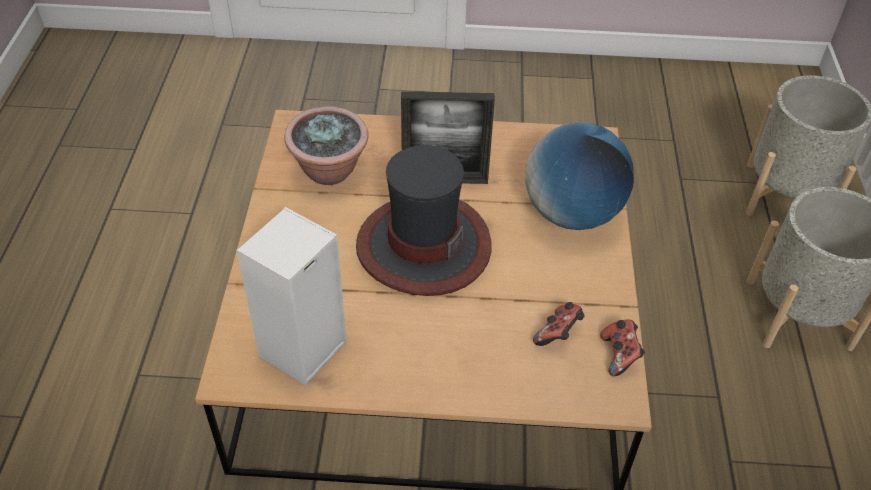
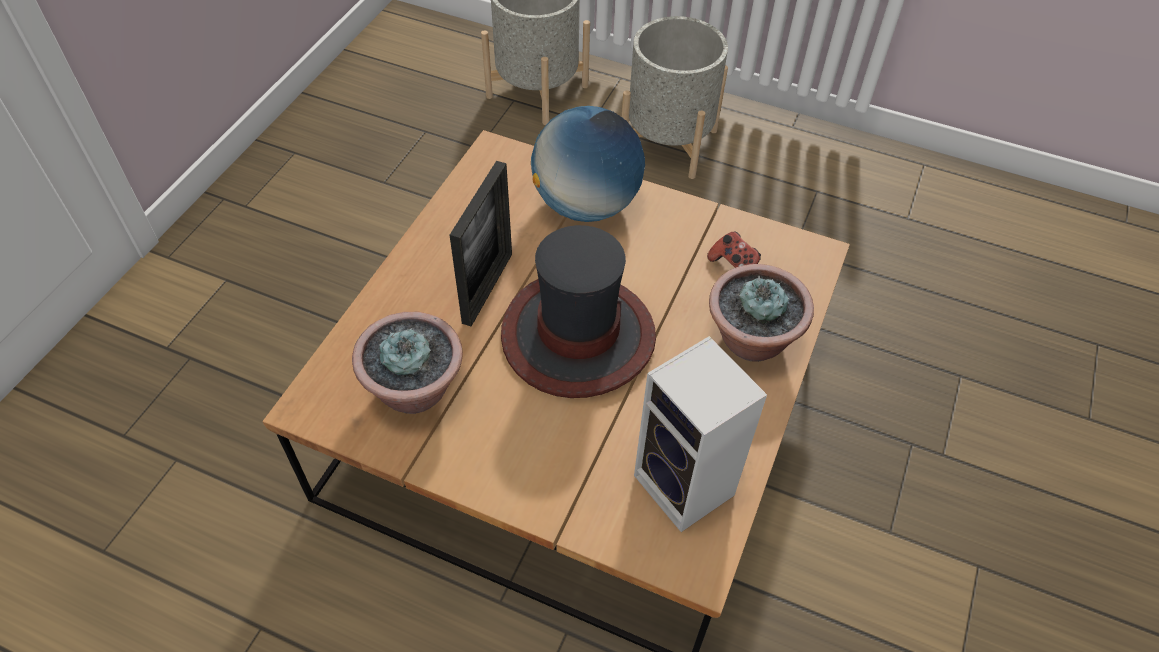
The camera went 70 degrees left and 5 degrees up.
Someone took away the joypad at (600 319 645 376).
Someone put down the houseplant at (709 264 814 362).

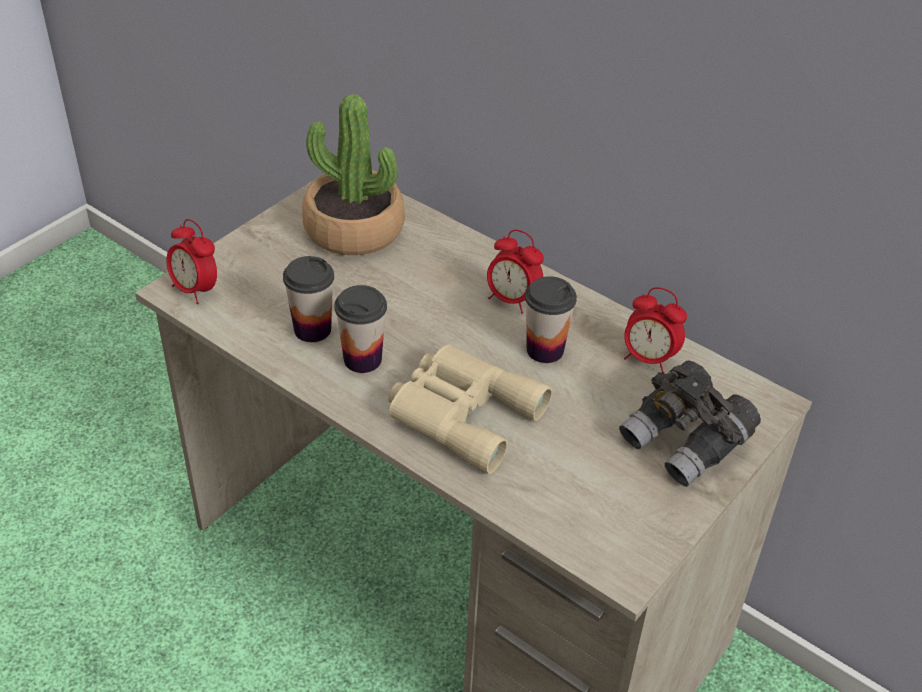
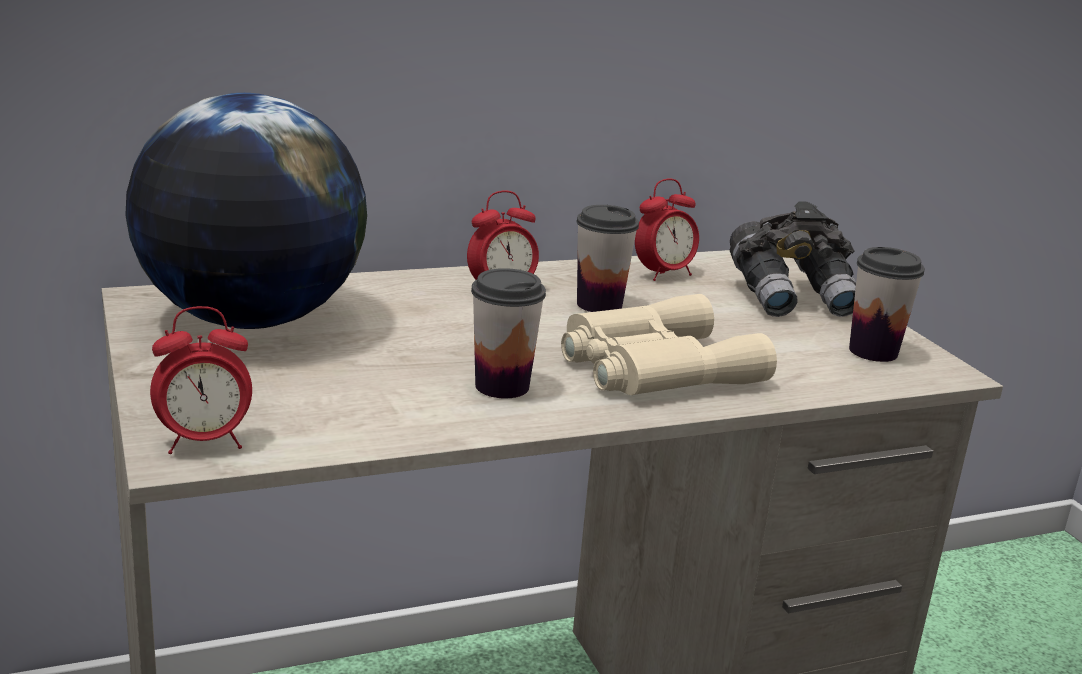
The camera went 60 degrees left and 20 degrees down.
Someone carried the drinking cup from (283 256 334 342) to (849 247 925 362).
Someone swapped the houseplant at (302 94 405 255) for the desk globe at (125 93 367 329).

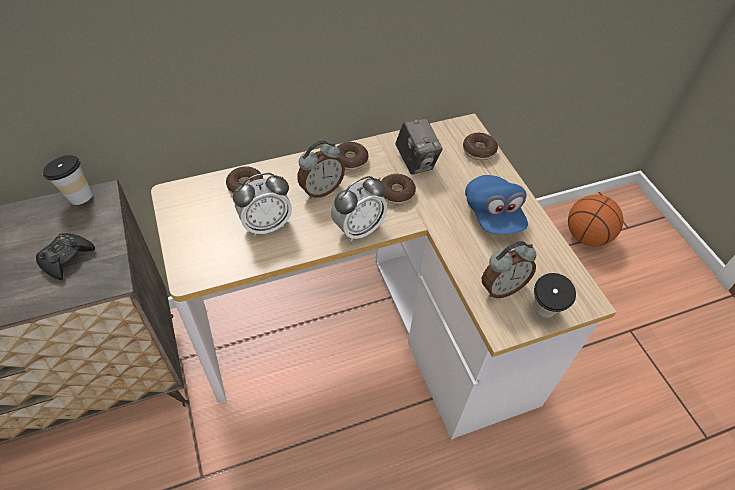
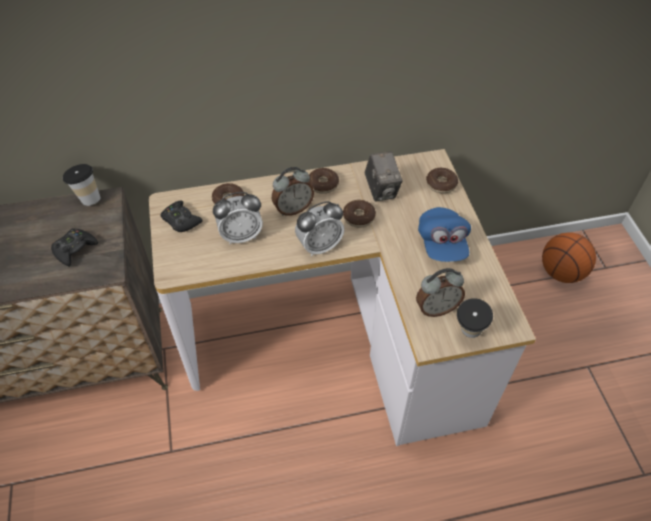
The camera went 10 degrees right and 0 degrees up.
Someone put down the blackish joypad at (161 201 202 232).

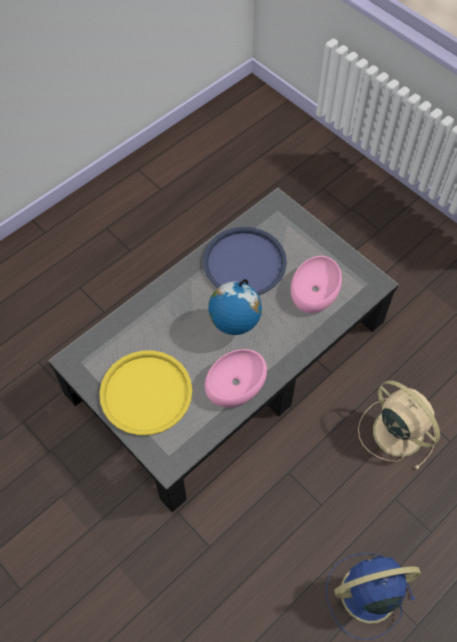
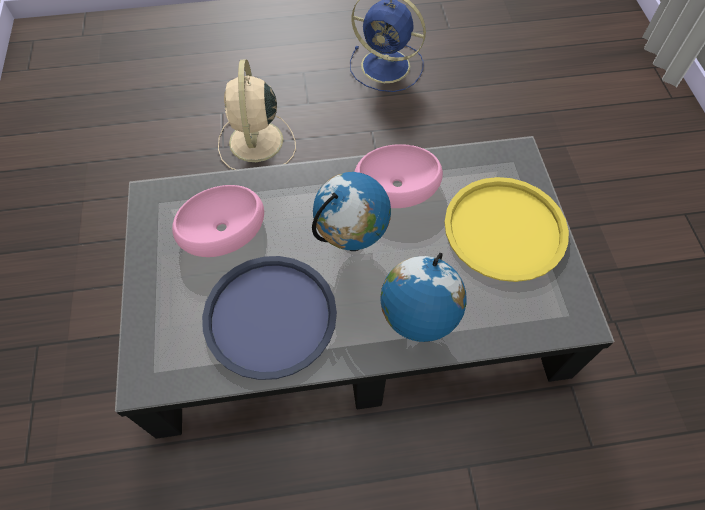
The camera went 145 degrees left and 0 degrees up.
Someone put down the desk globe at (380 253 467 342).

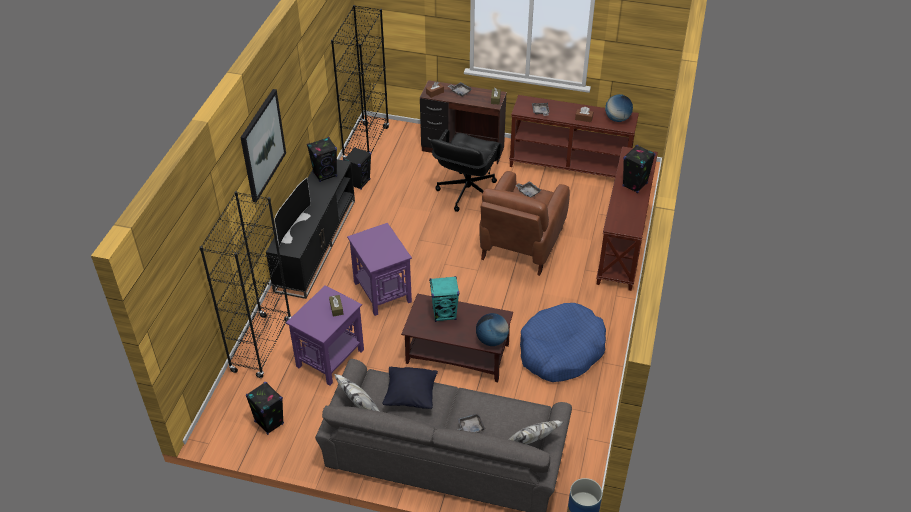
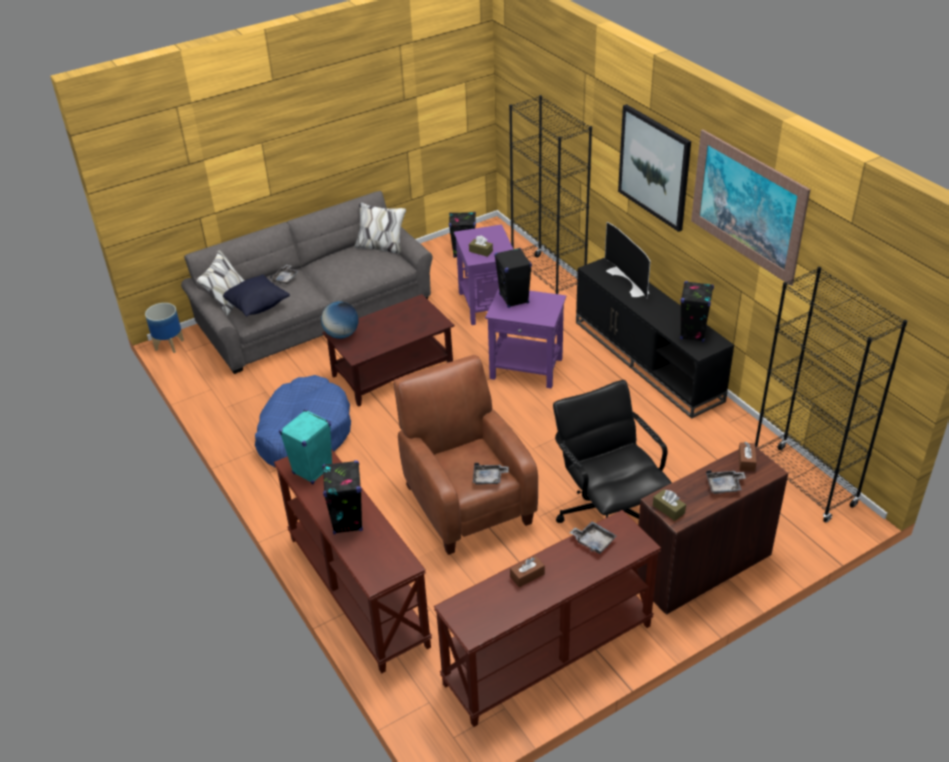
The camera went 135 degrees right and 5 degrees down.
Someone took away the desk globe at (605 94 633 122).
Someone put up the wall art at (691 130 811 286).
Someone carried the blackish speaker from (343 147 371 190) to (494 248 532 308).
Someone carried the blackish throw pillow from (383 367 438 409) to (223 274 290 316).
Someone carried the turquoise speaker from (429 276 459 322) to (279 409 333 484).

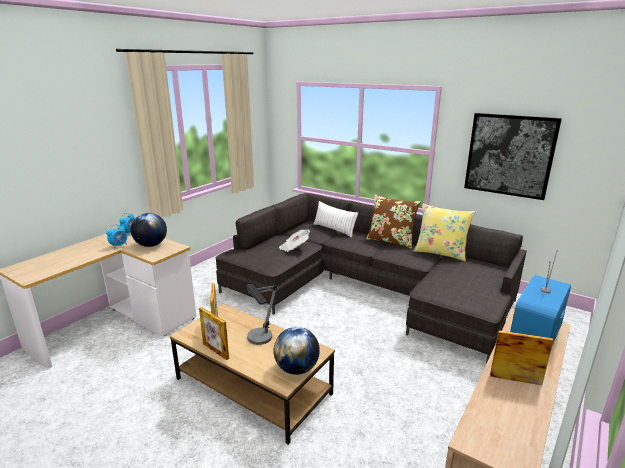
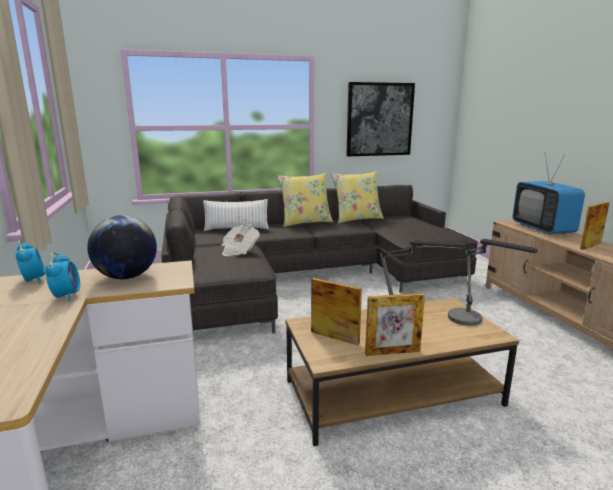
The camera went 50 degrees left and 5 degrees down.
Someone swapped the desk globe at (274 327 320 375) for the lamp for a table at (448 239 538 326).
Someone repainted the brown-coloured throw pillow at (366 194 421 249), which became the yellow-coloured throw pillow at (277 173 333 227).

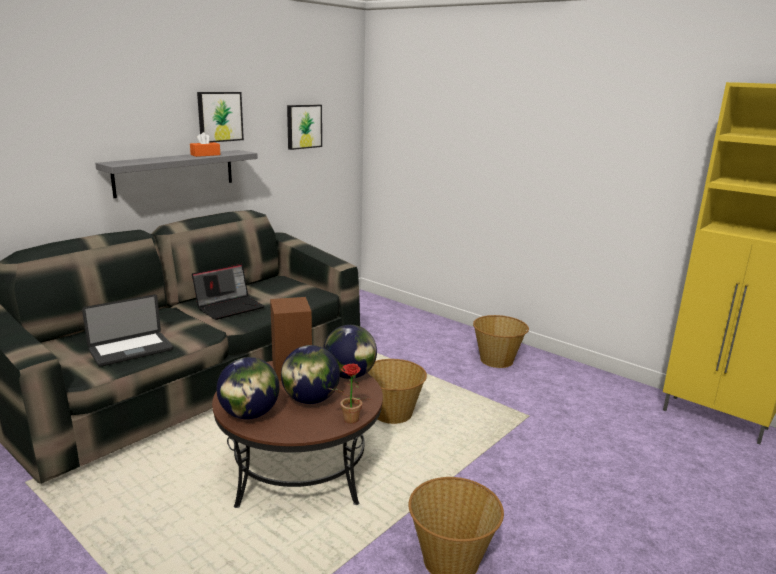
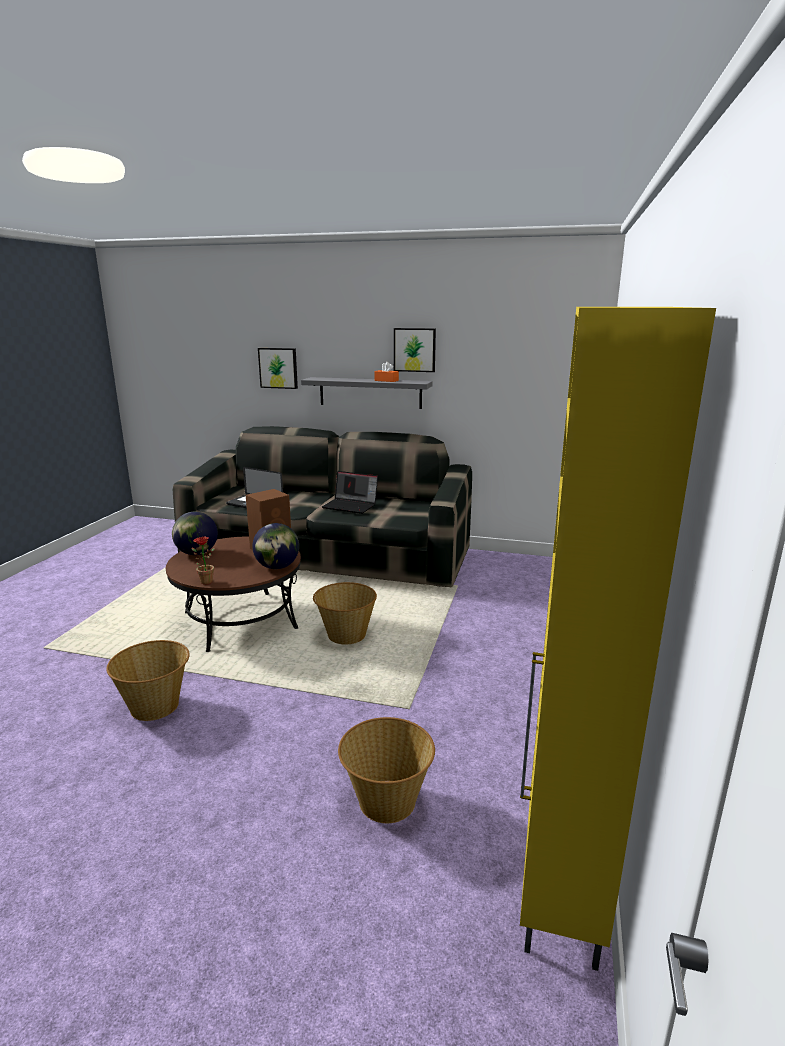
The camera went 65 degrees right and 0 degrees up.
Someone took away the desk globe at (281 345 340 404).
Someone carried the wall art from (287 104 322 150) to (258 348 298 389).
Someone carried the storage basket from (473 315 529 368) to (338 717 435 823).

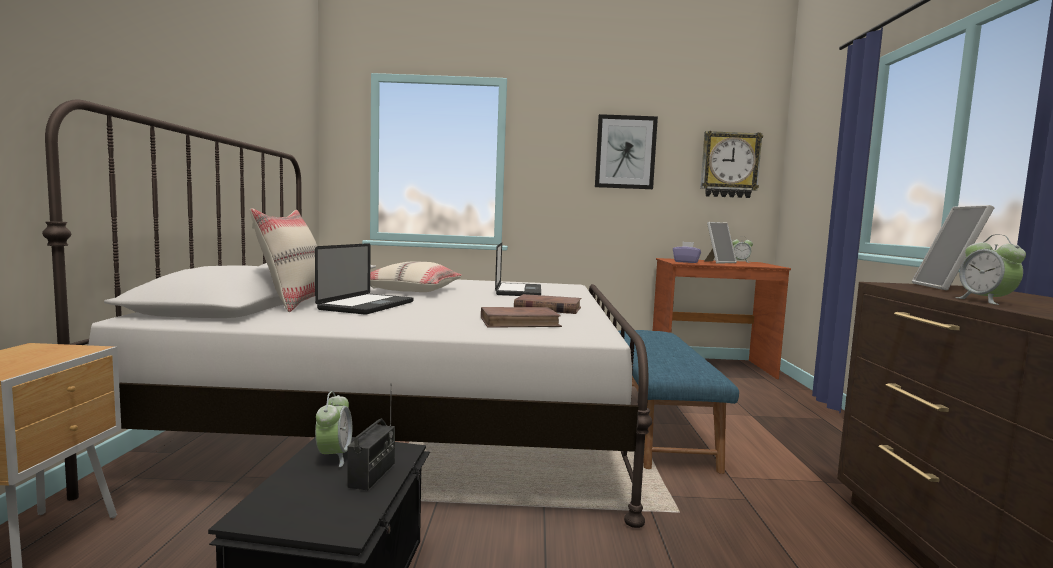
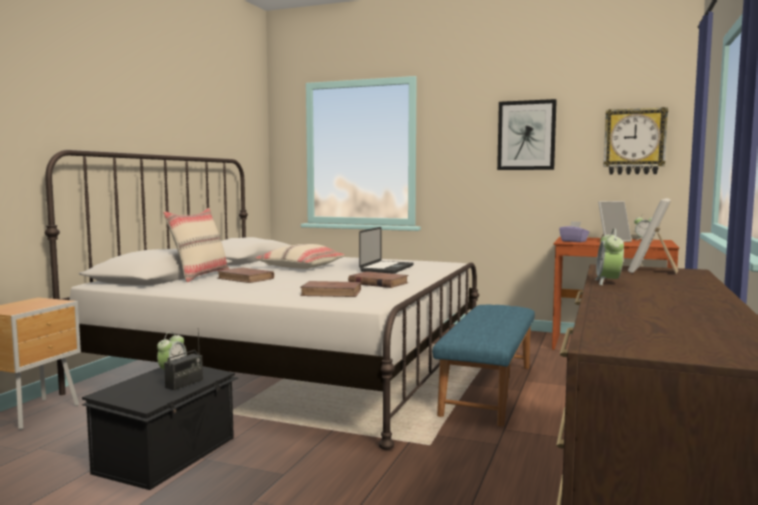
The camera went 20 degrees right and 0 degrees up.
Someone swapped the notebook computer at (315 243 414 315) for the brown-coloured volume at (217 267 274 283).

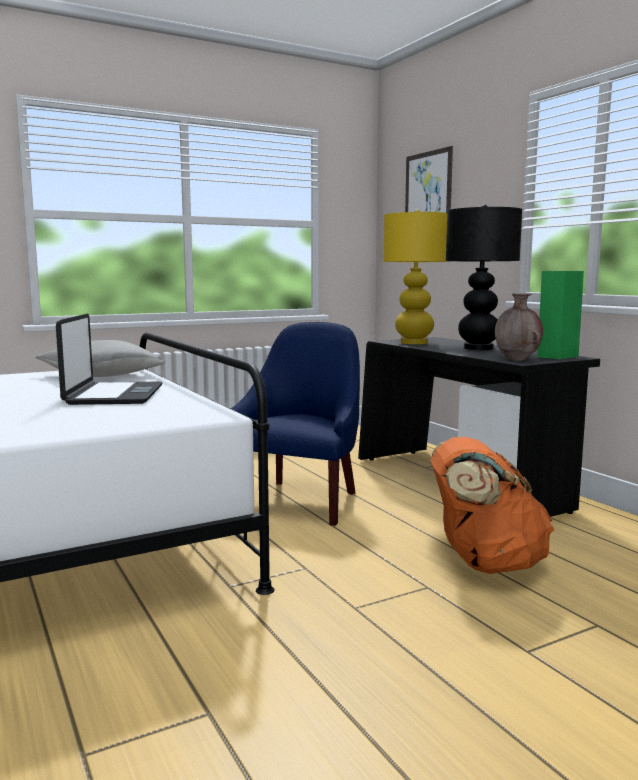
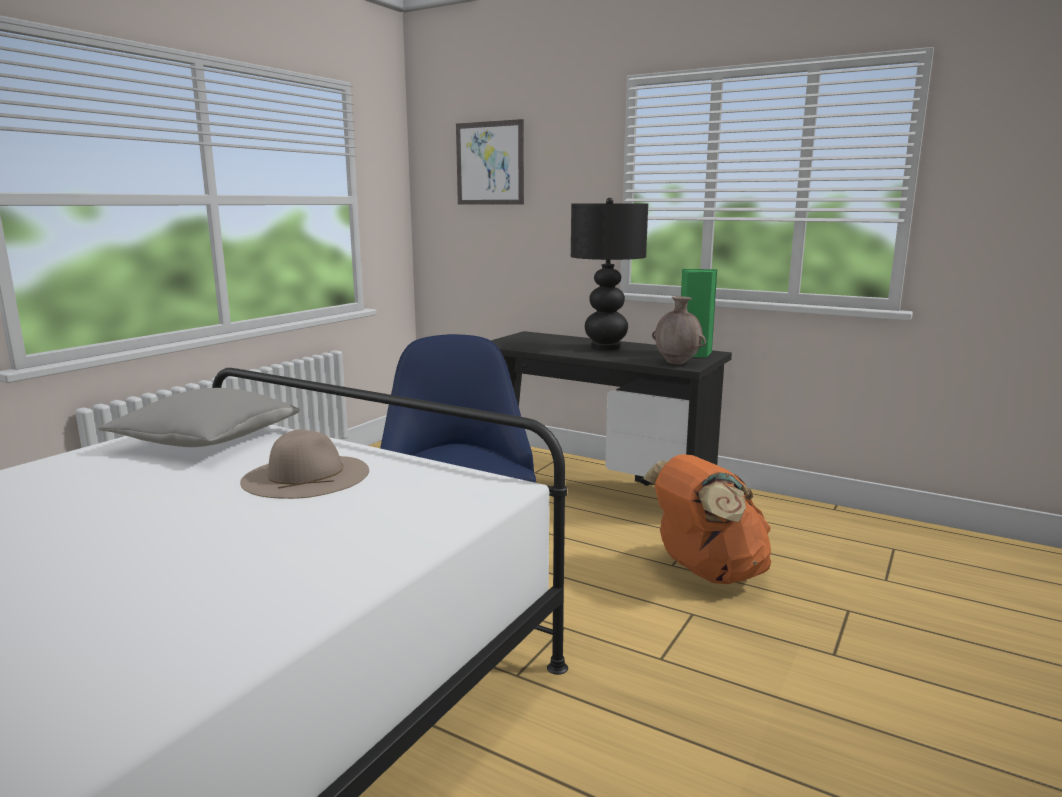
The camera went 30 degrees left and 5 degrees up.
Someone took away the yellow-coloured lamp for a table at (383 210 450 344).
Someone swapped the notebook computer at (56 314 163 405) for the sand-coloured hat at (240 429 369 499).

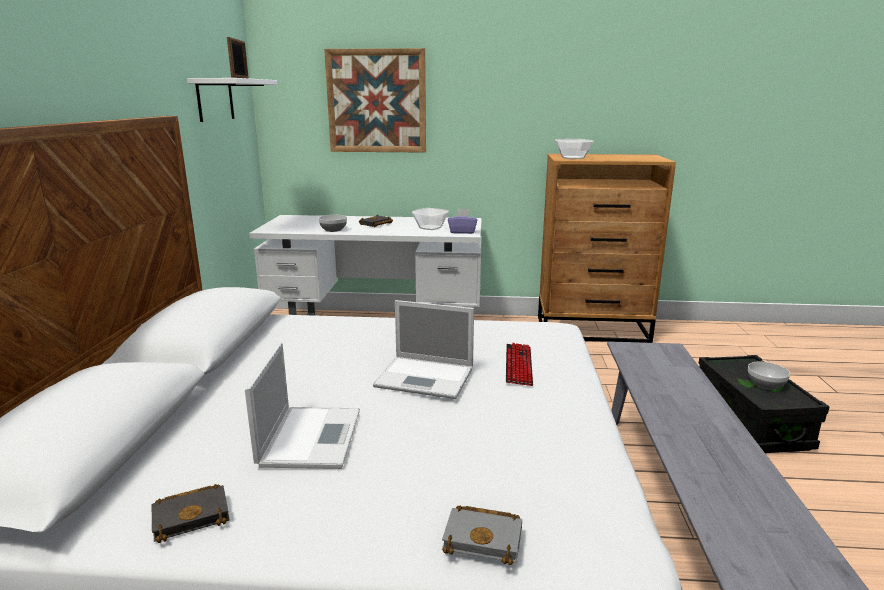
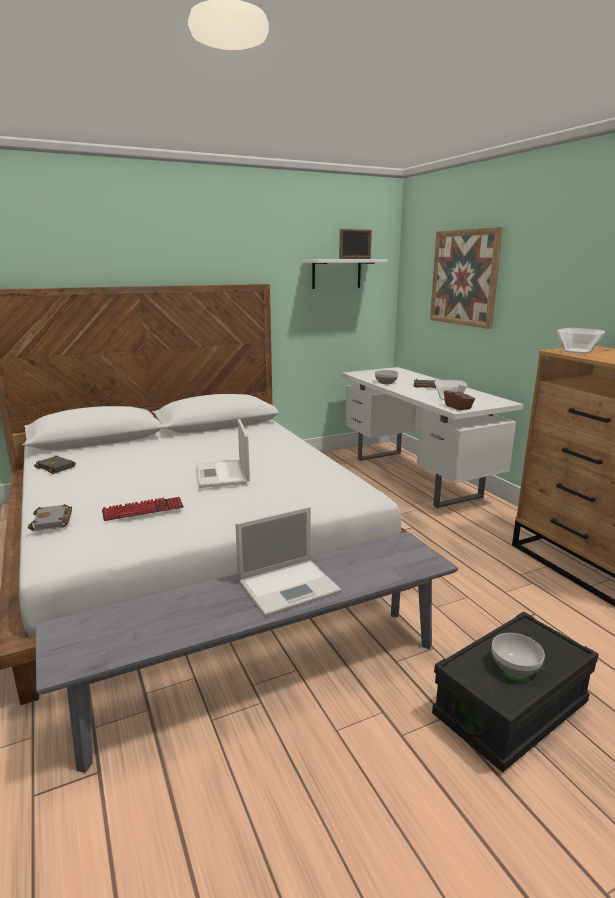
The camera went 60 degrees right and 0 degrees up.
Someone carried the notebook computer from (245 342 360 469) to (235 507 341 617).
Someone carried the PC keyboard from (506 343 533 386) to (102 497 184 521).
Someone repainted the purple-coloured tissue holder at (448 209 477 234), which became the brown-coloured tissue holder at (444 385 475 410).

